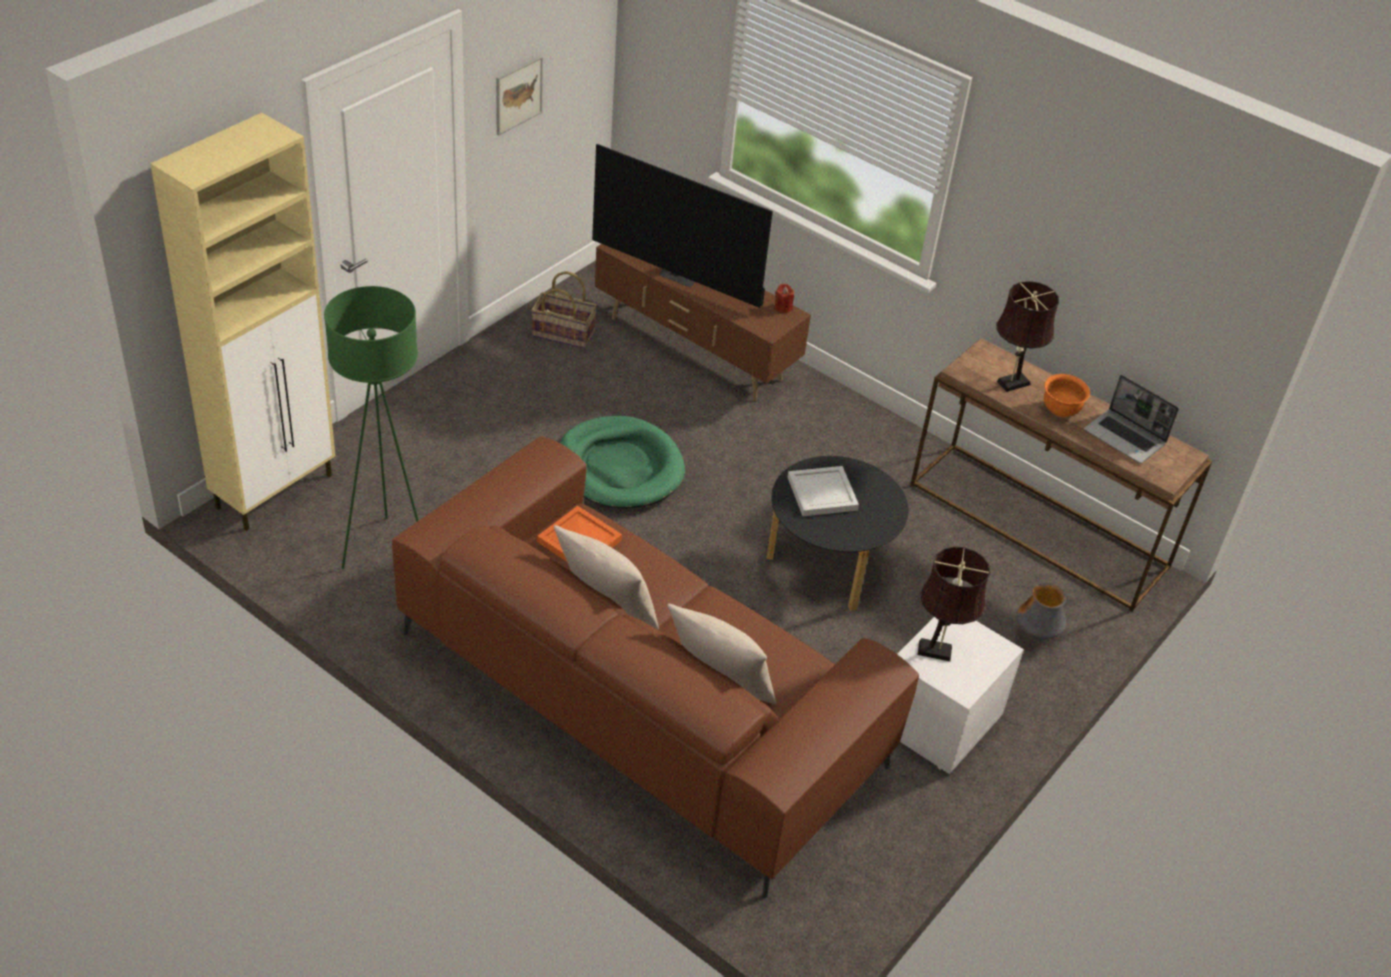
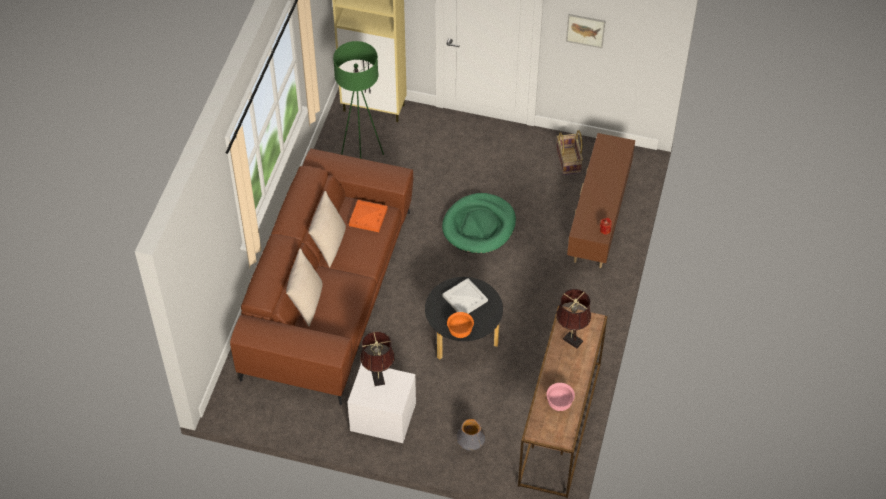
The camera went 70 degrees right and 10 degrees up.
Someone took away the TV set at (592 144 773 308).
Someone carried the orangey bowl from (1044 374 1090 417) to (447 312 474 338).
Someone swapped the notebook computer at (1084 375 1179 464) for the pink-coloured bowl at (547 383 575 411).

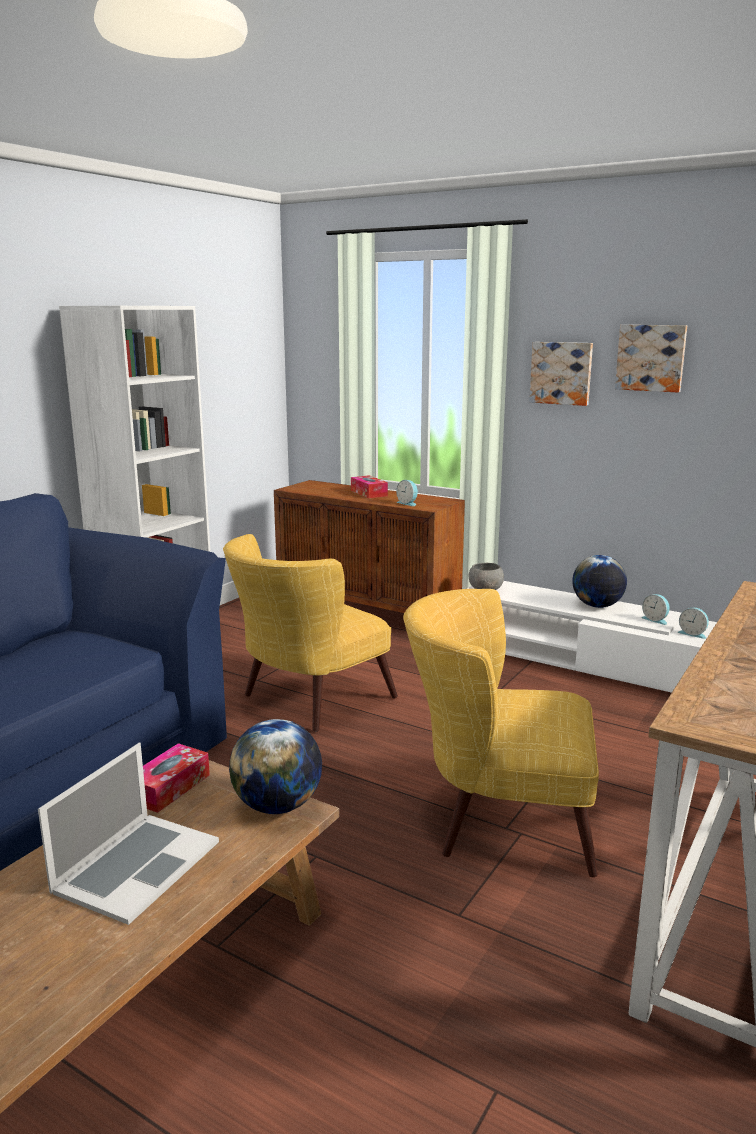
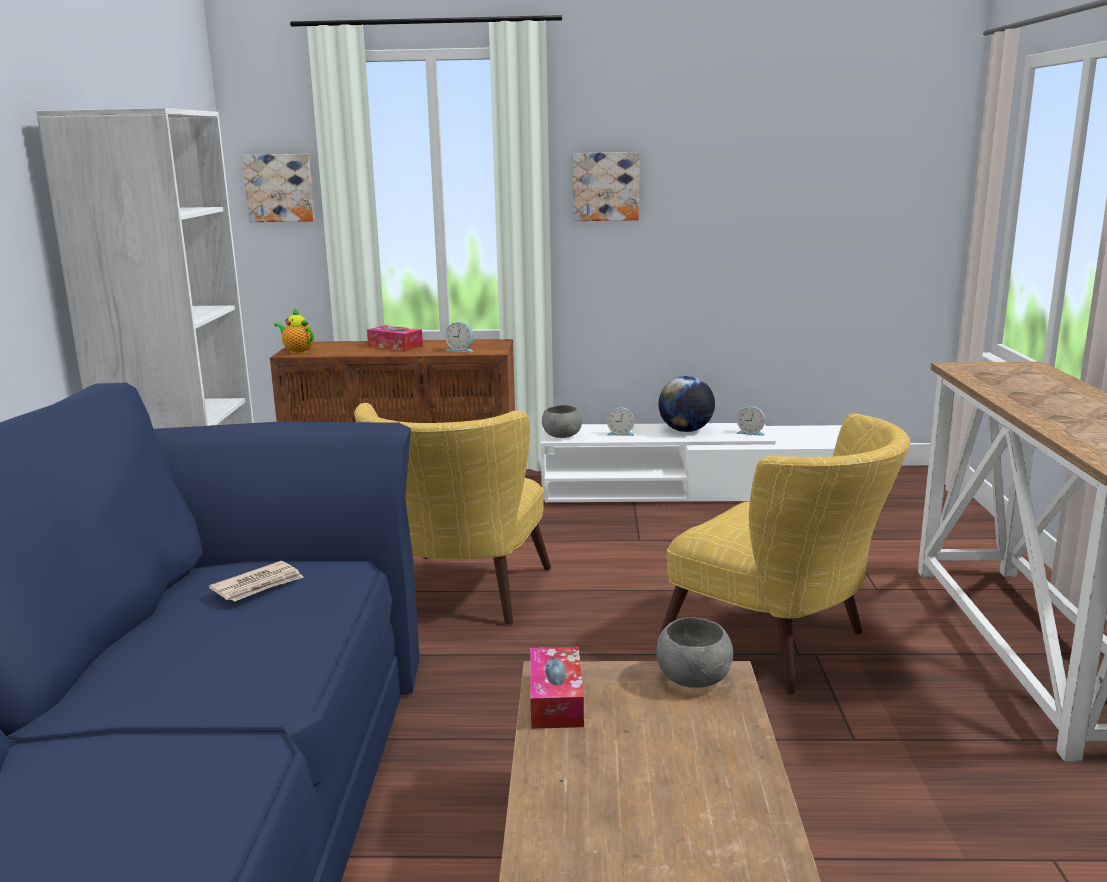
The camera went 30 degrees left and 0 degrees up.
Someone took away the notebook computer at (38 742 219 925).
Someone put down the newspaper at (209 561 304 602).
Someone put down the teapot at (274 309 314 354).
Someone carried the wall art from (615 325 687 393) to (242 154 315 222).
Someone carried the bedside clock from (678 608 709 639) to (607 407 635 436).
Someone swapped the desk globe at (229 719 322 814) for the greyish bowl at (656 617 733 688).
Someone rotated the yellow-coloured armchair at (403 589 599 877) by 120 degrees counterclockwise.

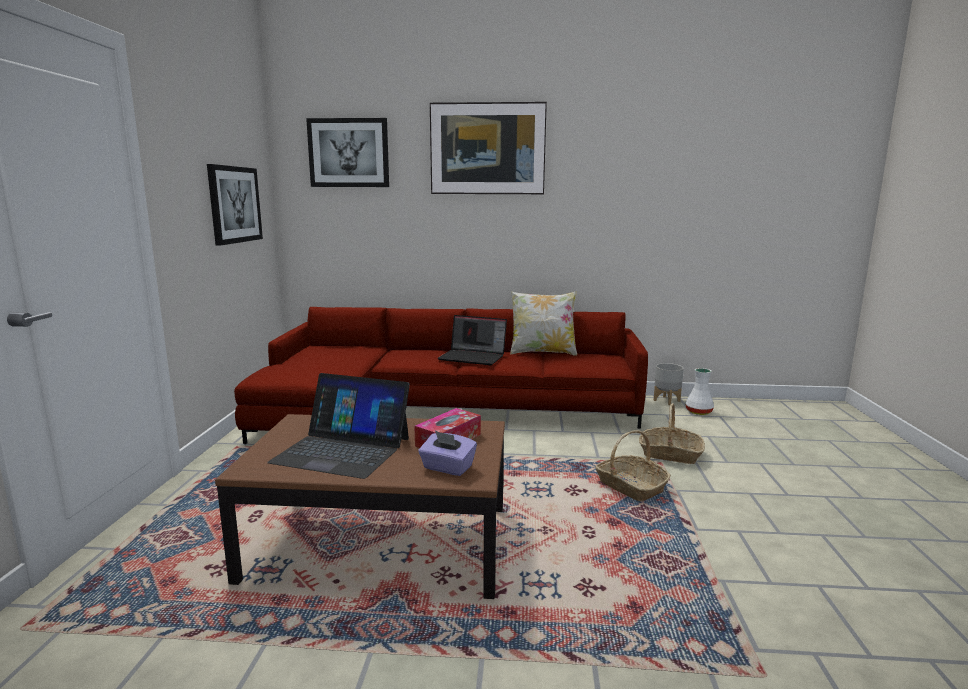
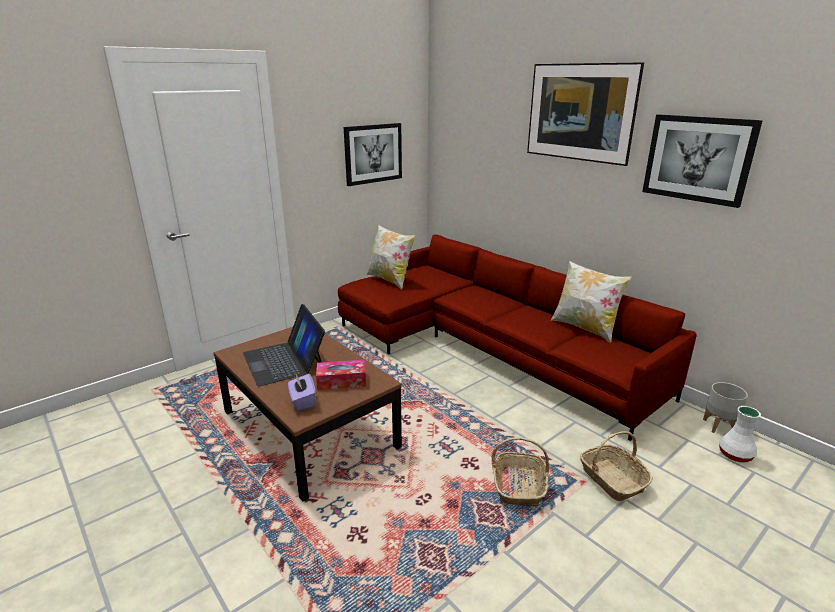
The camera went 45 degrees right and 10 degrees up.
Someone took away the notebook computer at (438 315 507 365).
Someone put down the throw pillow at (366 225 416 290).
Someone carried the wall art from (306 118 389 187) to (642 114 763 208).

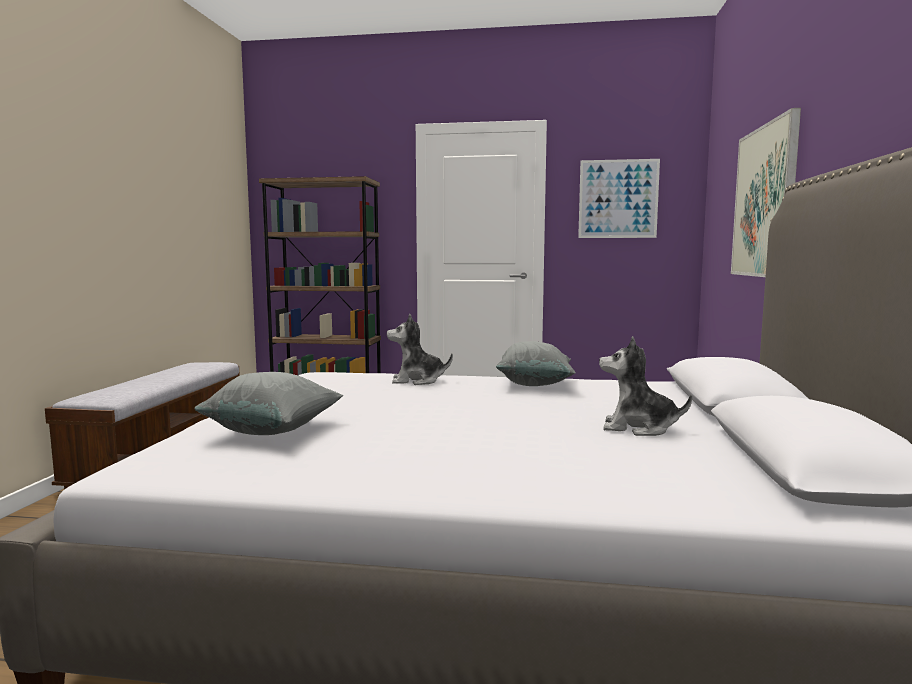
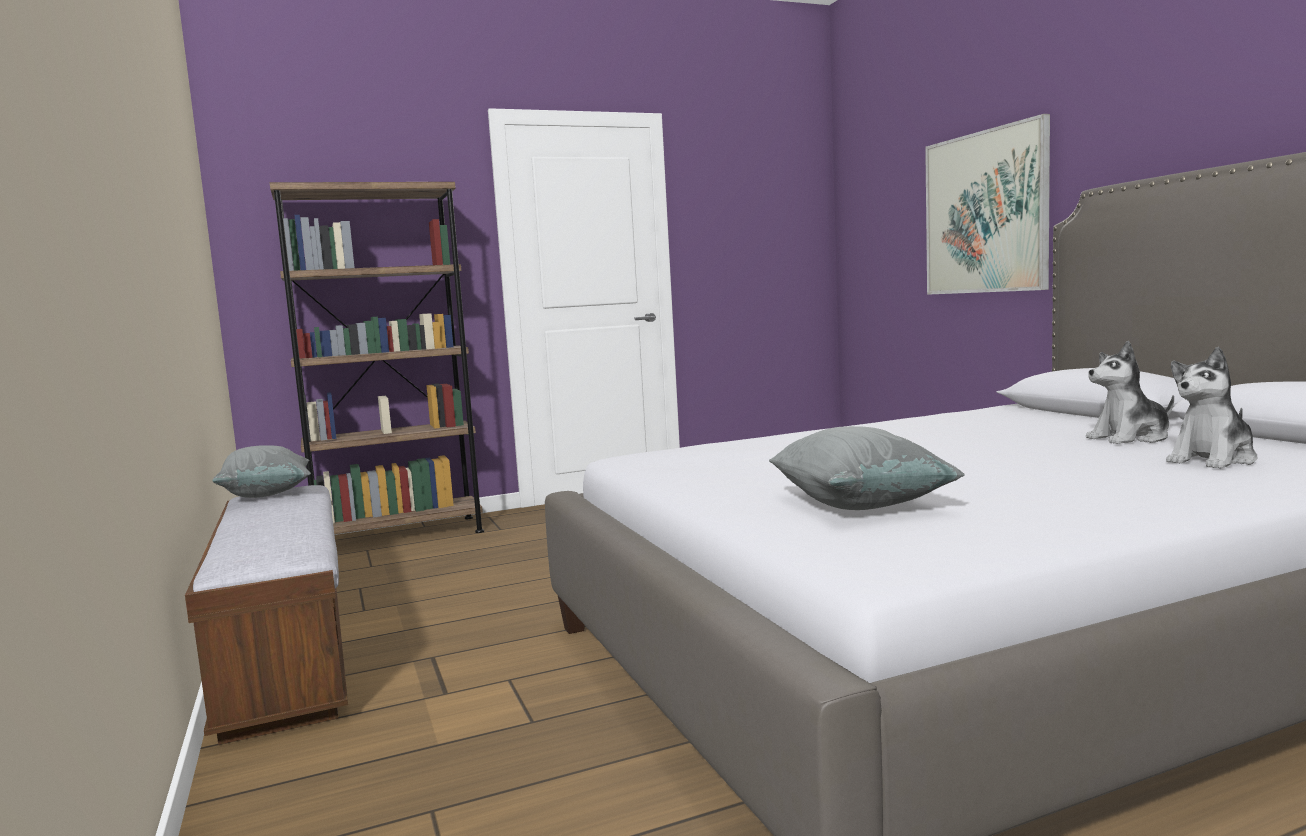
The camera went 30 degrees left and 0 degrees up.
Someone took away the wall art at (578 159 660 238).
Someone carried the soft toy from (387 313 453 385) to (1166 347 1258 469).
Someone carried the greyish throw pillow from (496 341 576 386) to (212 445 311 498).

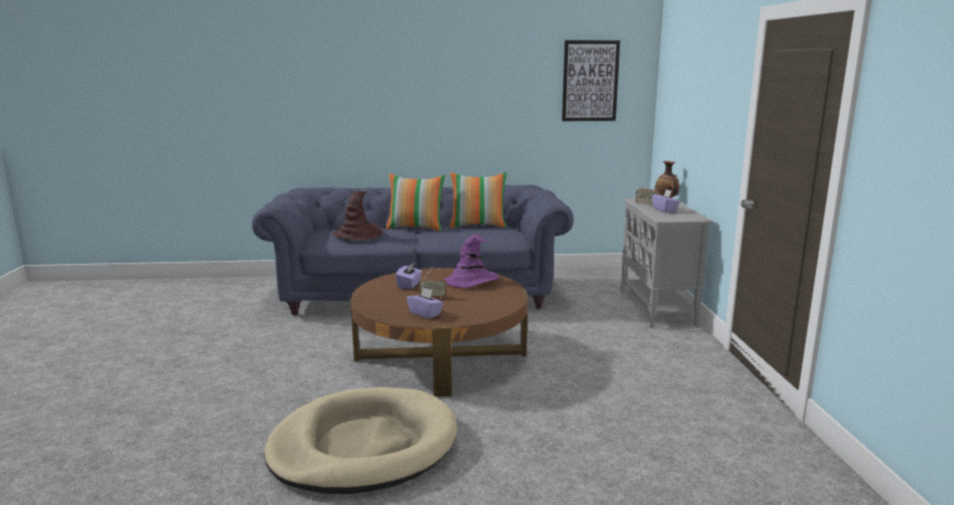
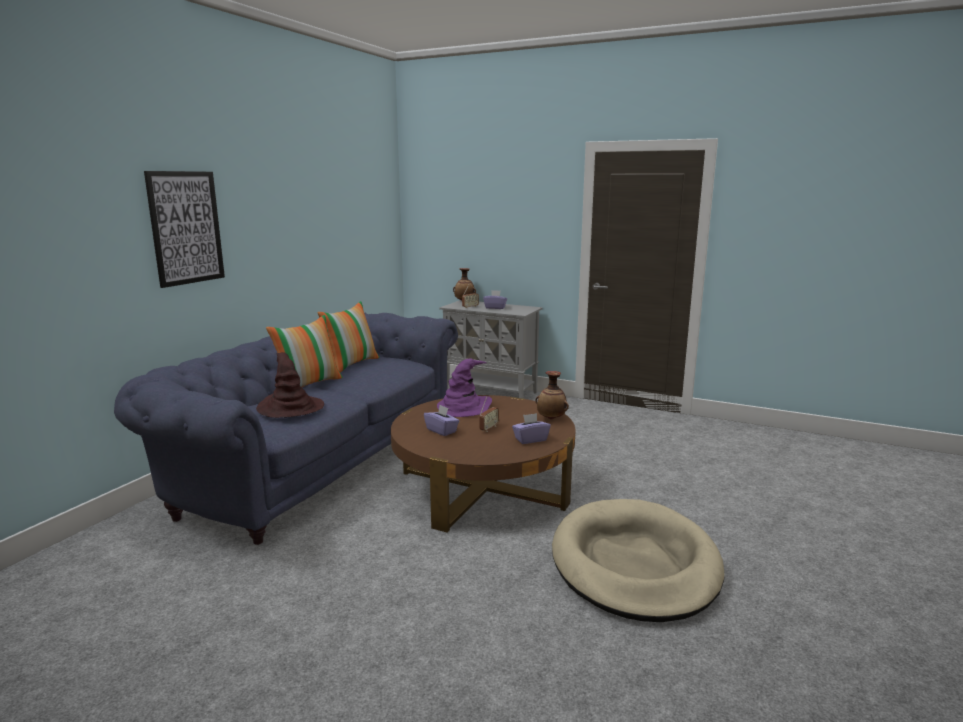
The camera went 60 degrees left and 0 degrees up.
Someone put down the vase at (535 371 569 420).
Someone carried the wall art from (562 40 620 121) to (144 171 225 288).

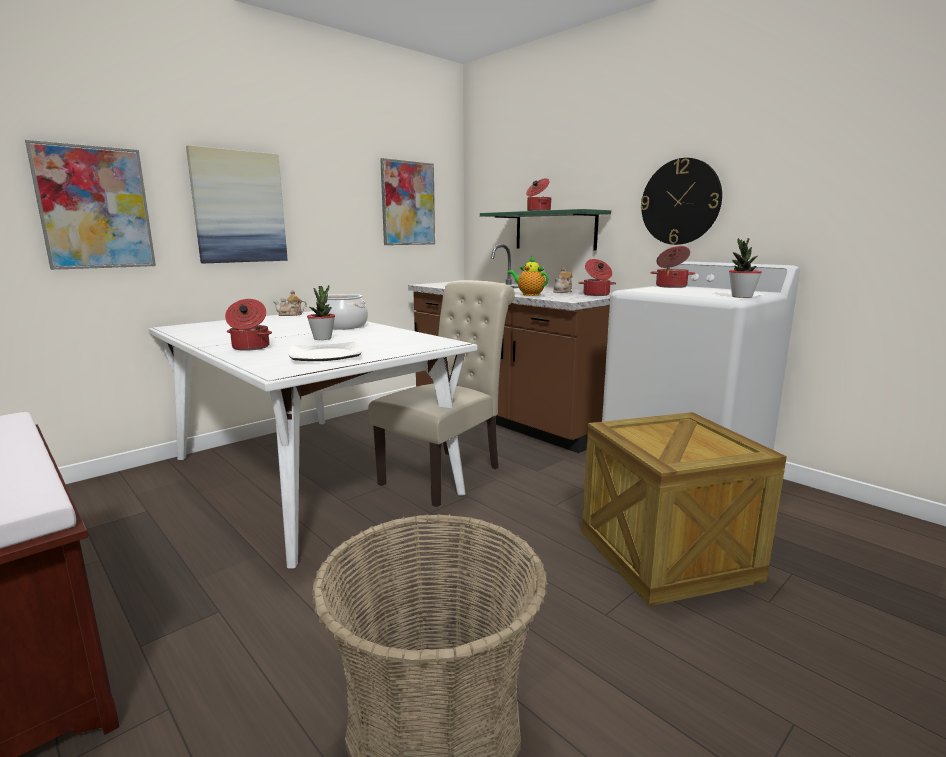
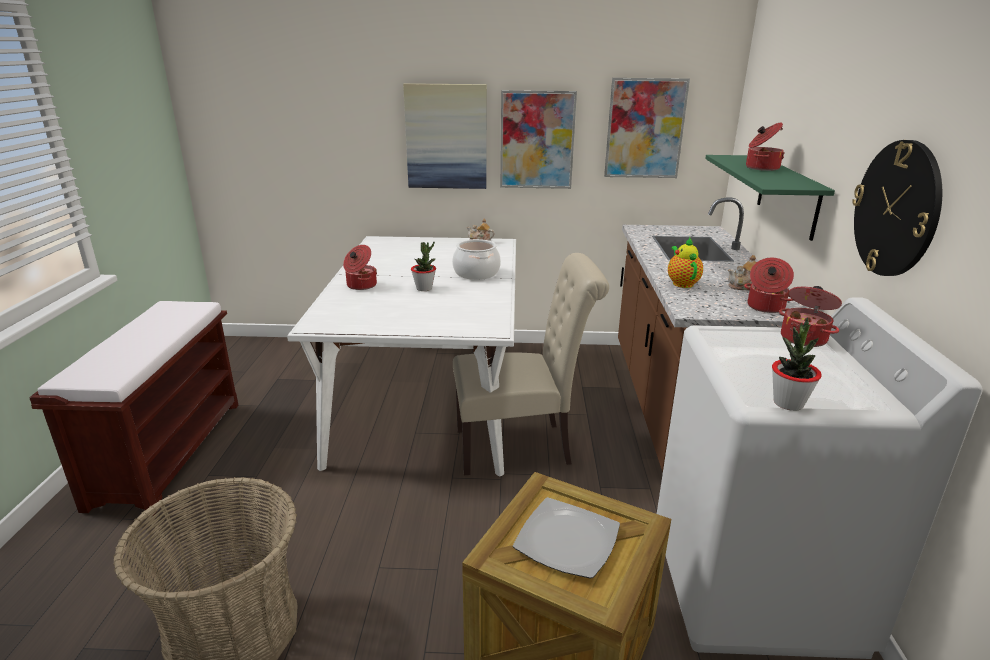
The camera went 45 degrees right and 10 degrees up.
Someone carried the wall art from (25 140 156 270) to (500 90 577 189).
Someone carried the plate from (289 342 361 361) to (513 497 620 579).

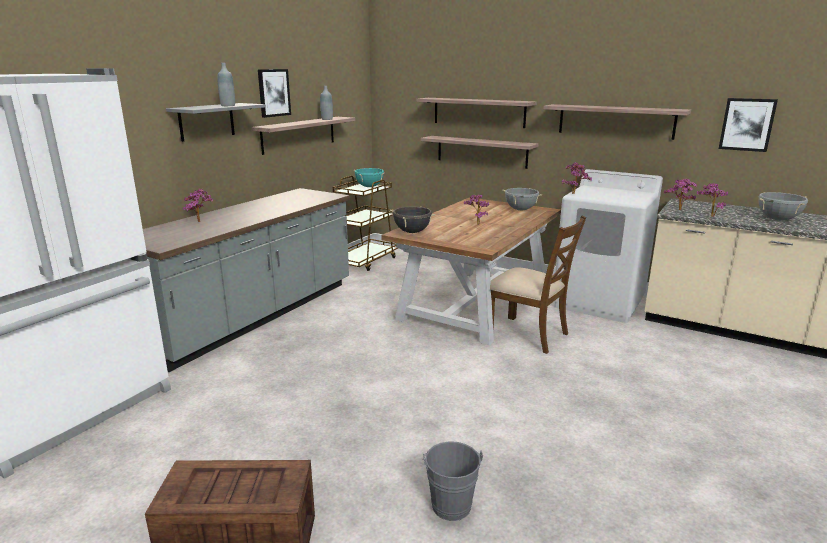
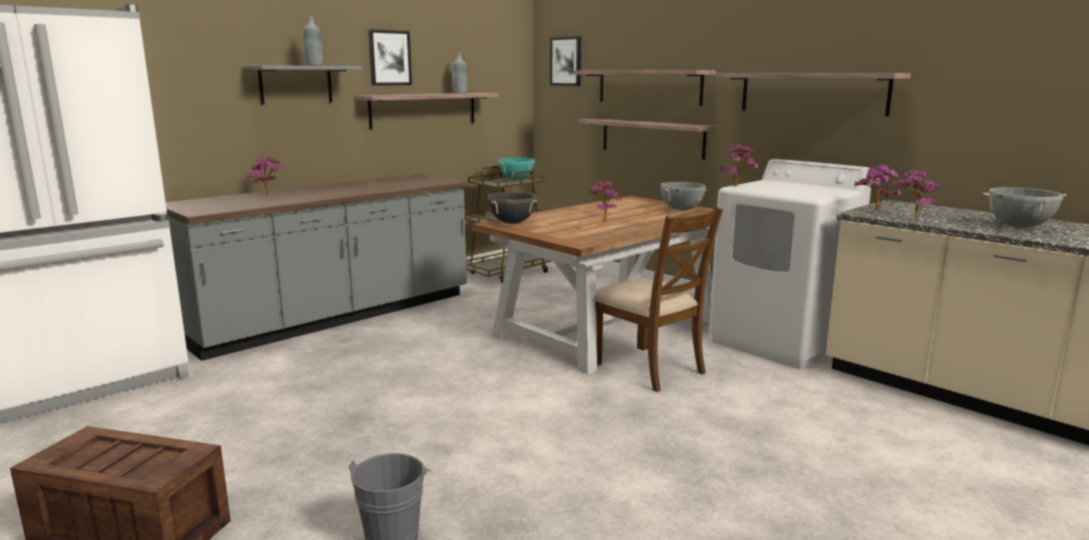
The camera went 15 degrees right and 5 degrees down.
Someone carried the wall art from (719 98 778 152) to (550 36 581 86).

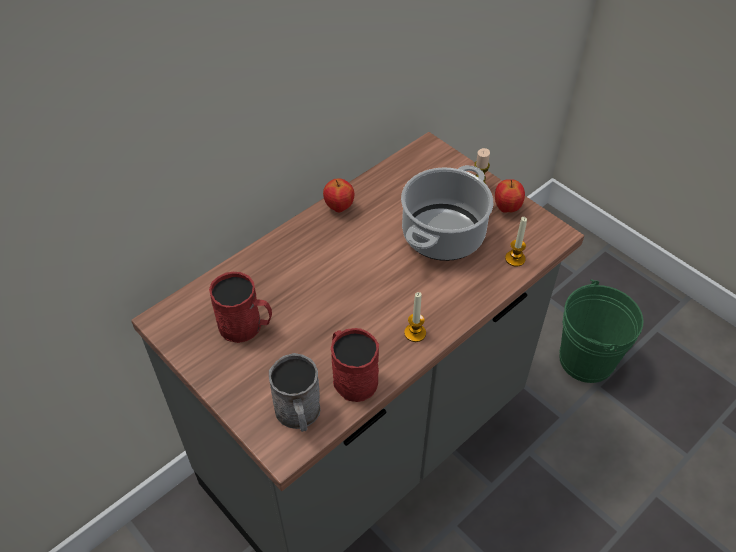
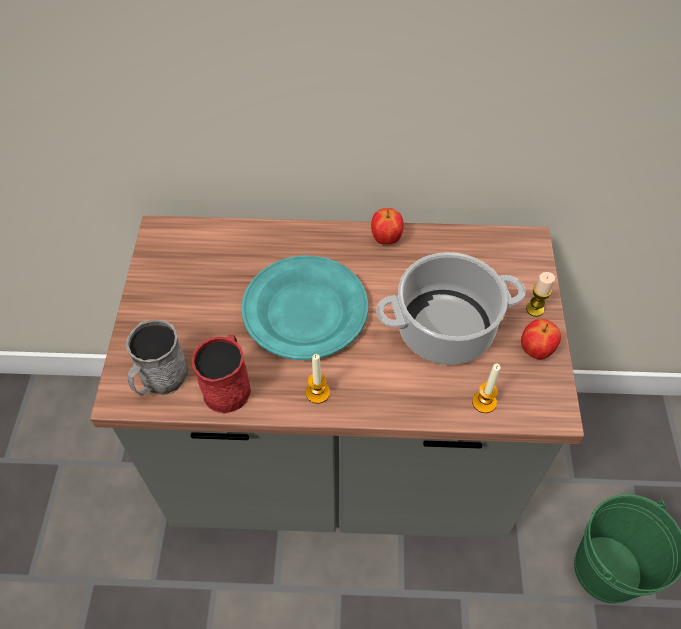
The camera went 45 degrees right and 5 degrees up.
Someone took away the red-coloured tea mug at (209 272 272 343).
Someone put down the turquoise plate at (241 256 368 360).

